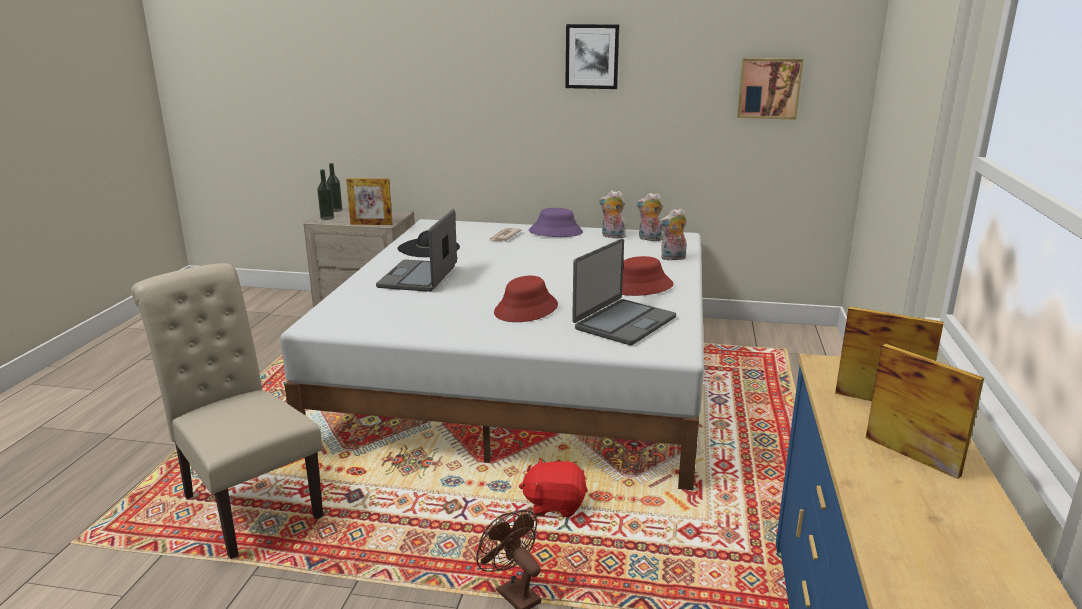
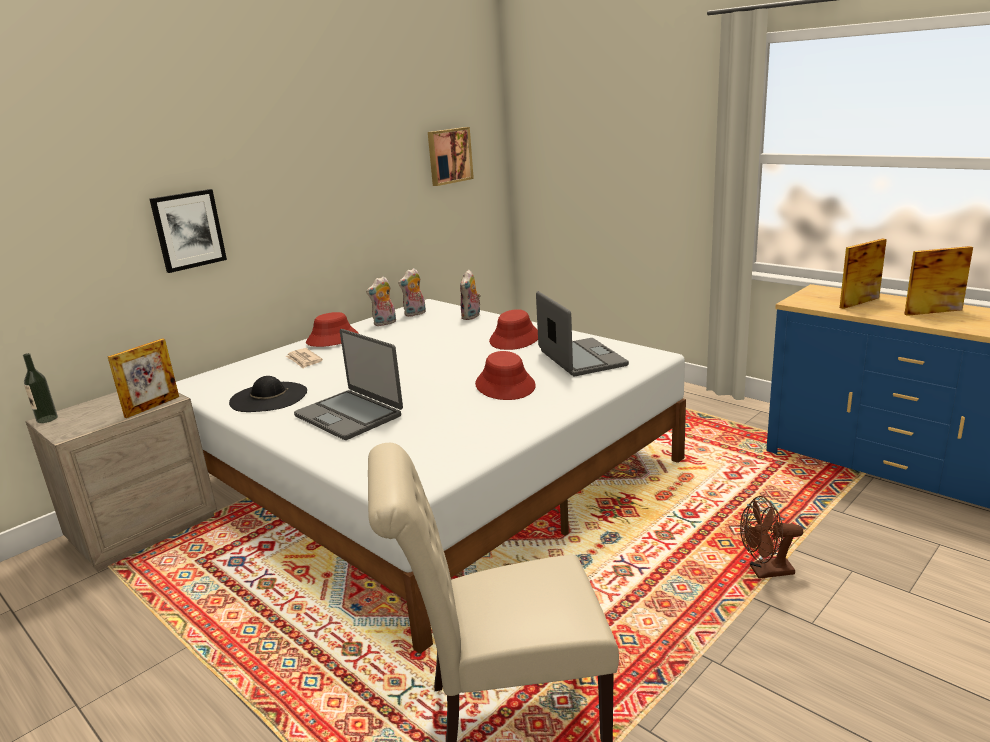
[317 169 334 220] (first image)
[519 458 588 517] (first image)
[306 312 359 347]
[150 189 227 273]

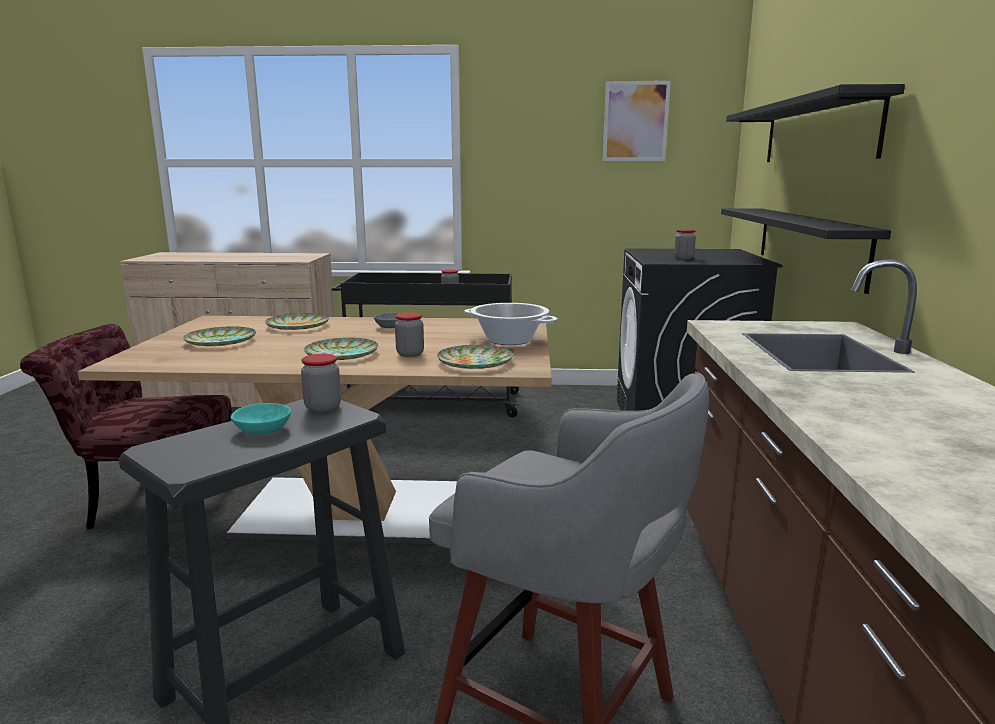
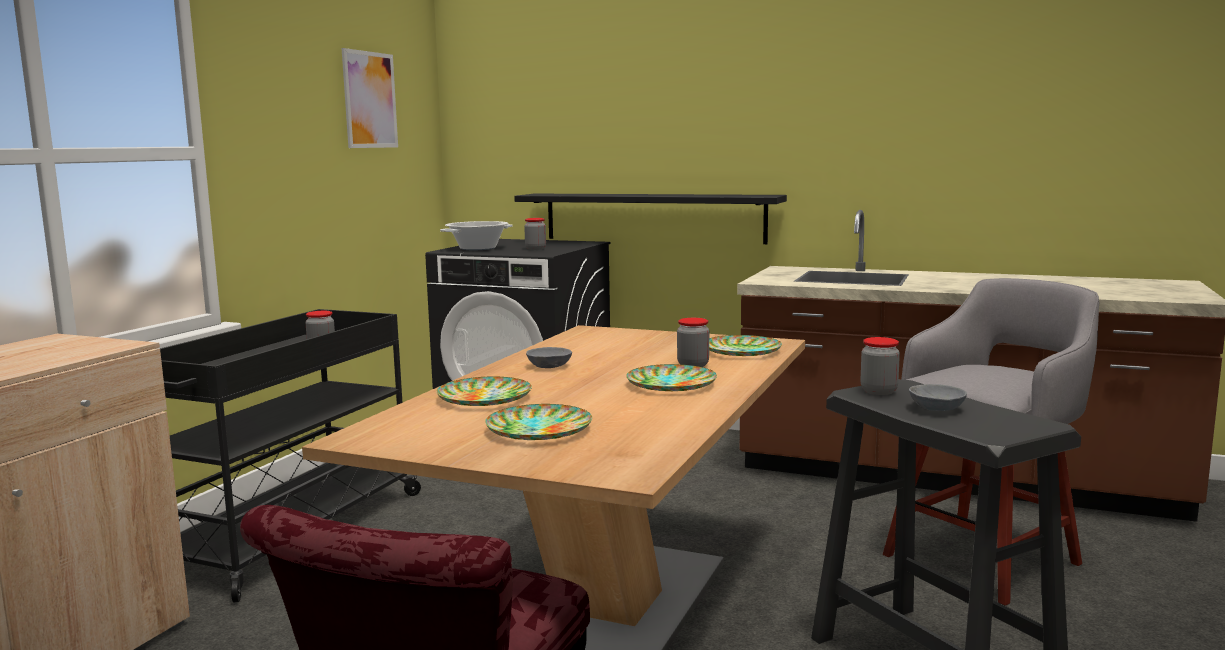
[909 384 967 411]
[440 221 512 250]
[726 84 905 162] (first image)

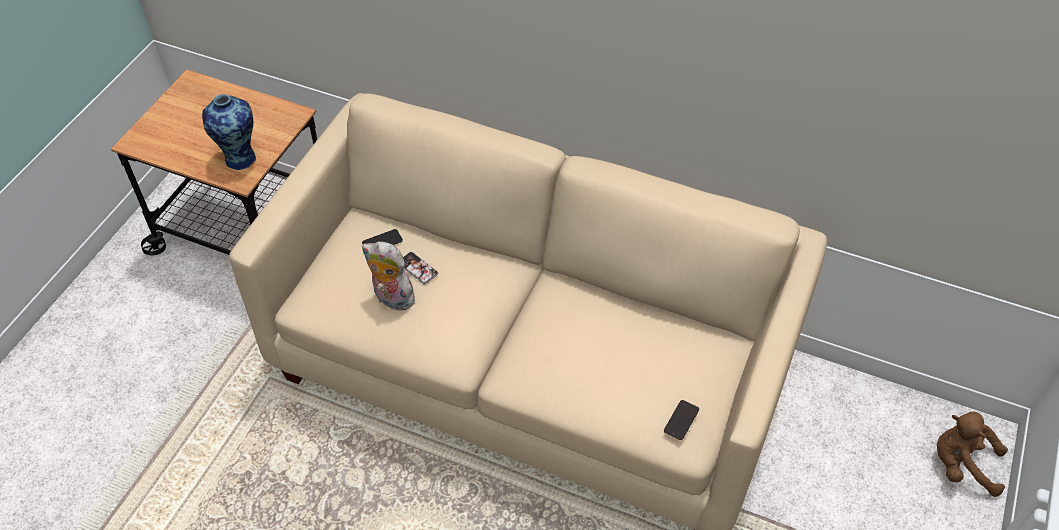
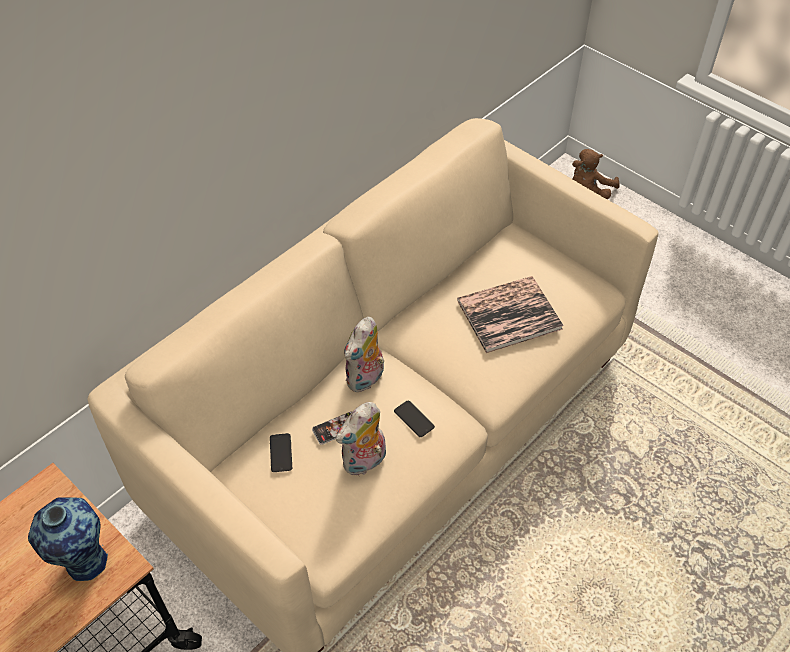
[394 401 435 437]
[344 317 384 392]
[457 276 564 353]

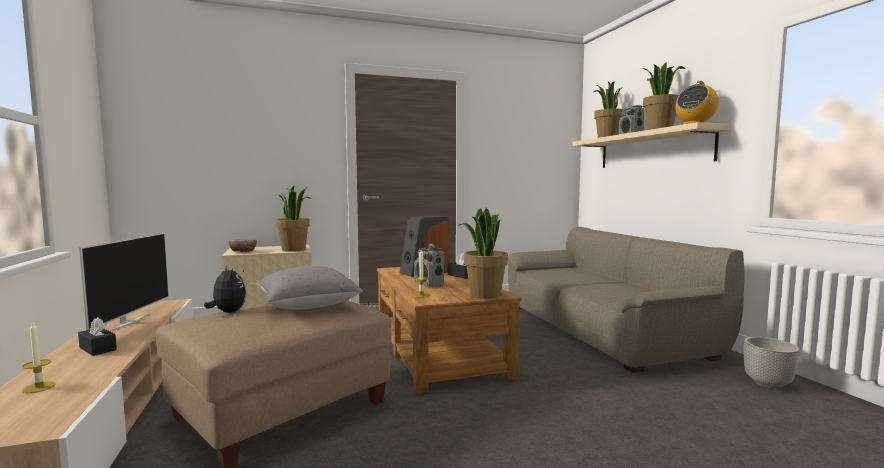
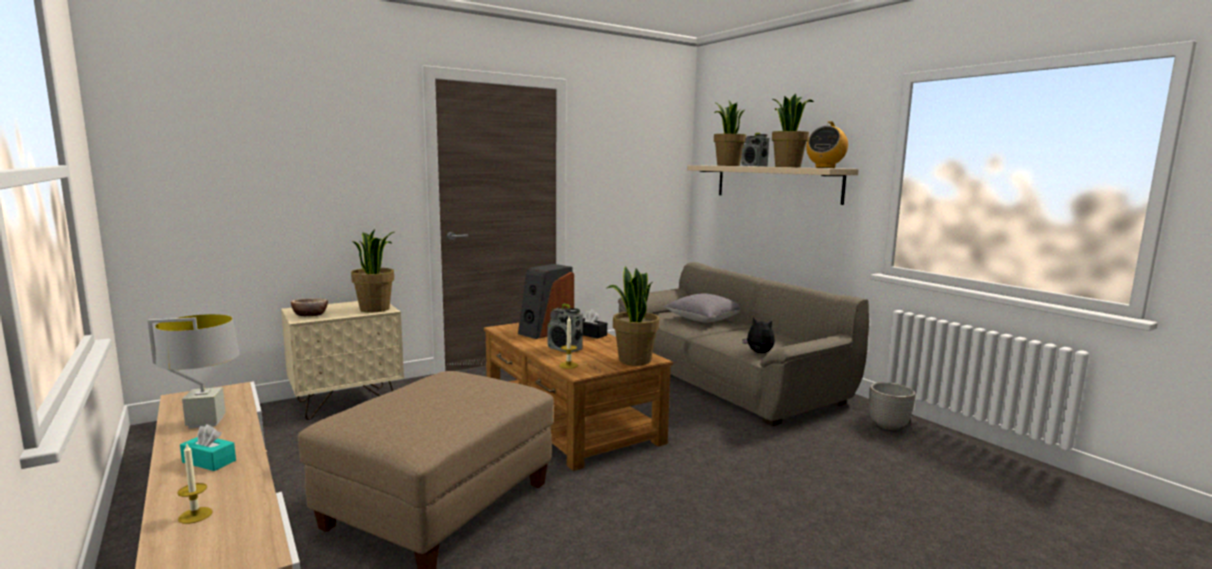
[180 424 236 471]
[147 314 240 429]
[742 317 775 353]
[665 293 740 323]

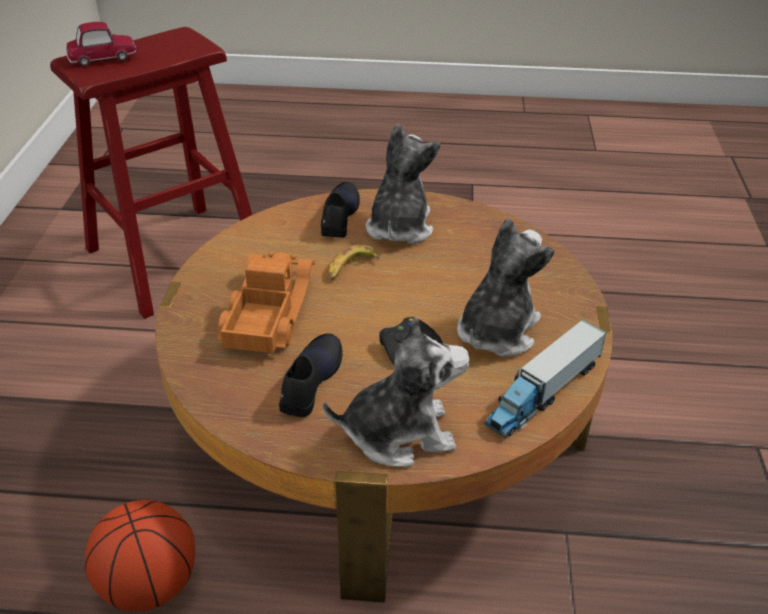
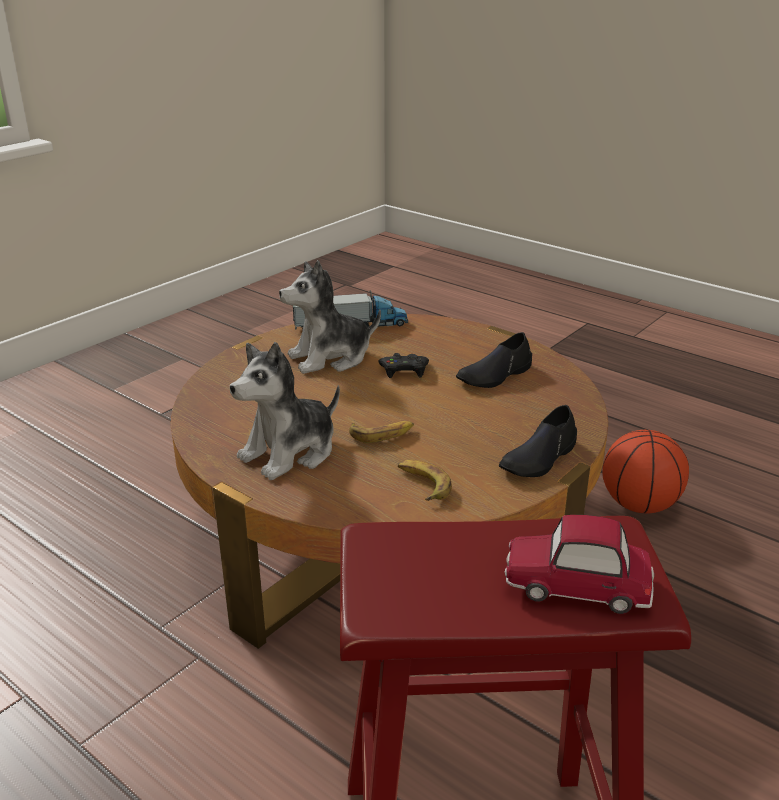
[217 252 315 353] (first image)
[499 405 577 477]
[323 317 470 467] (first image)
[398 460 452 501]

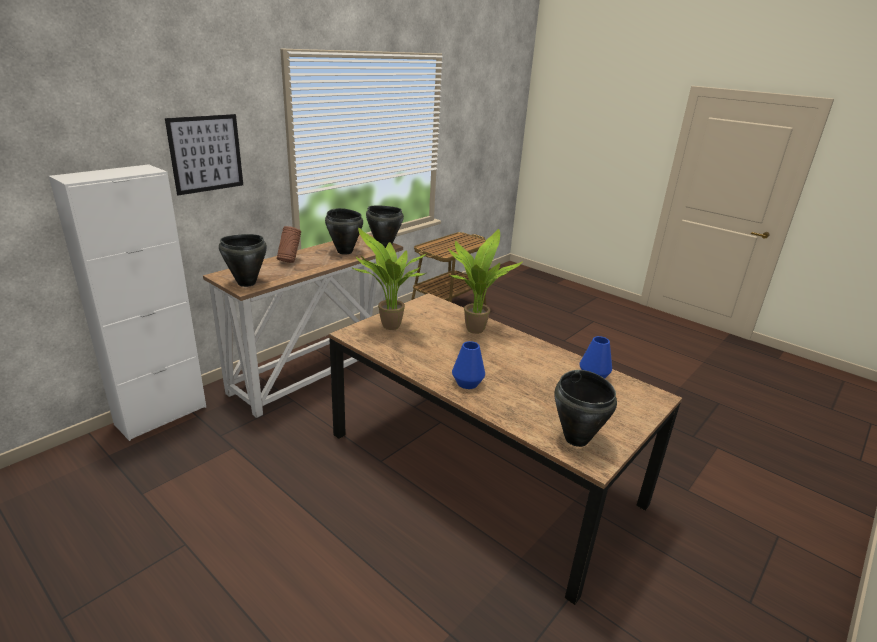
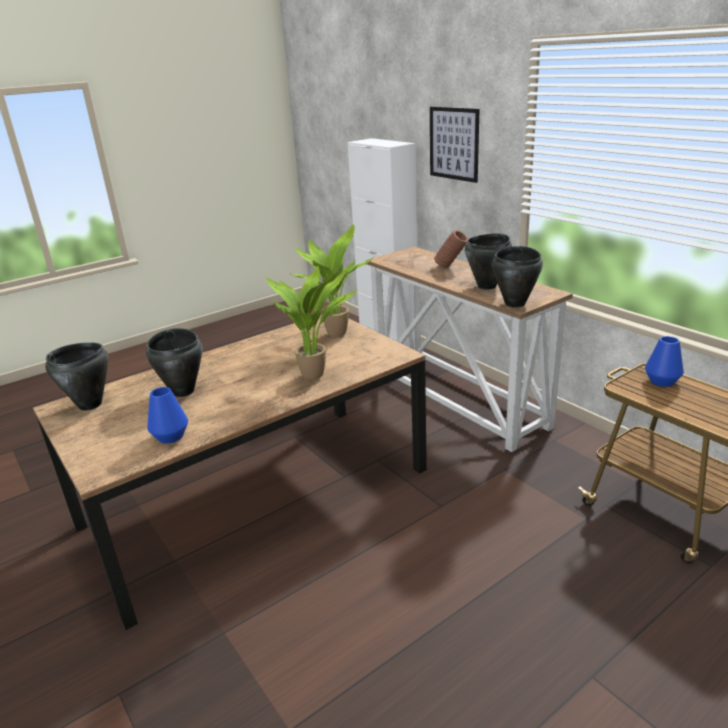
[146 328 203 397]
[645 336 684 387]

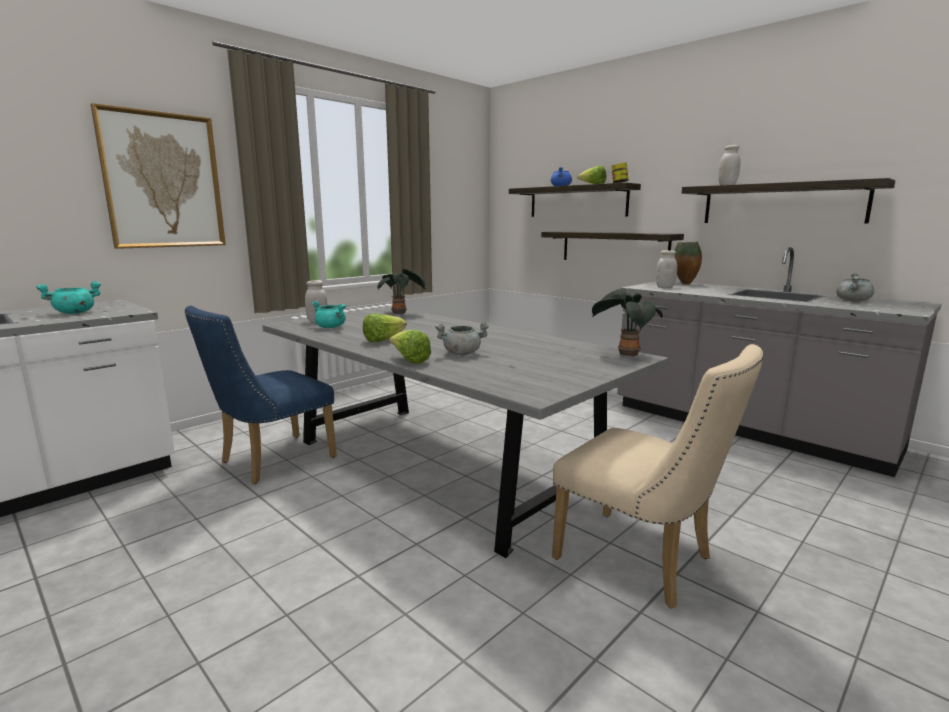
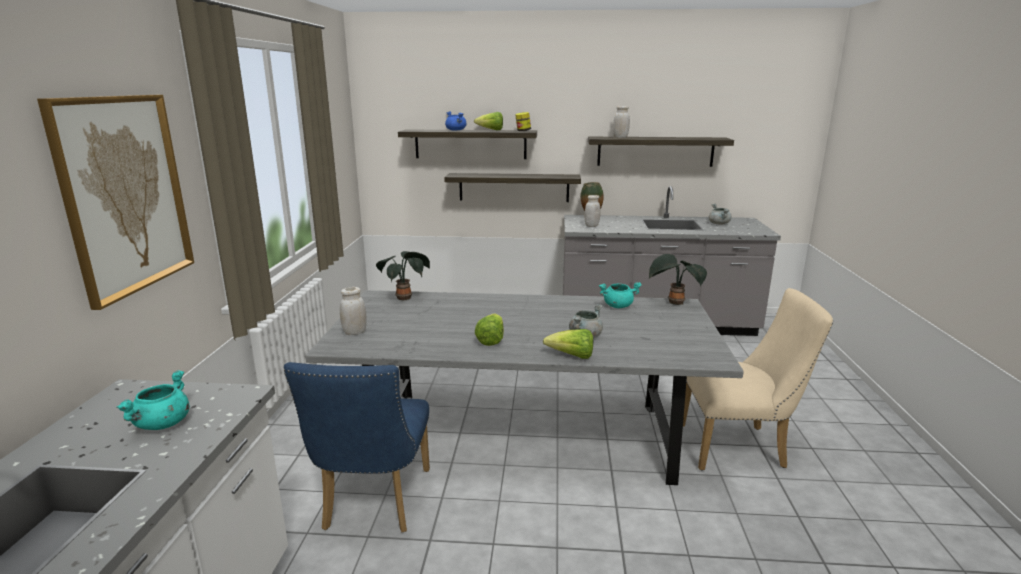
[599 282 642 308]

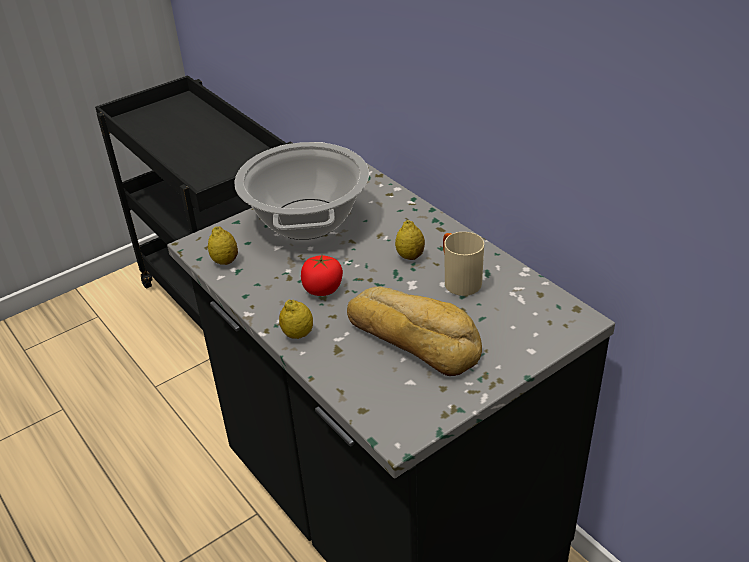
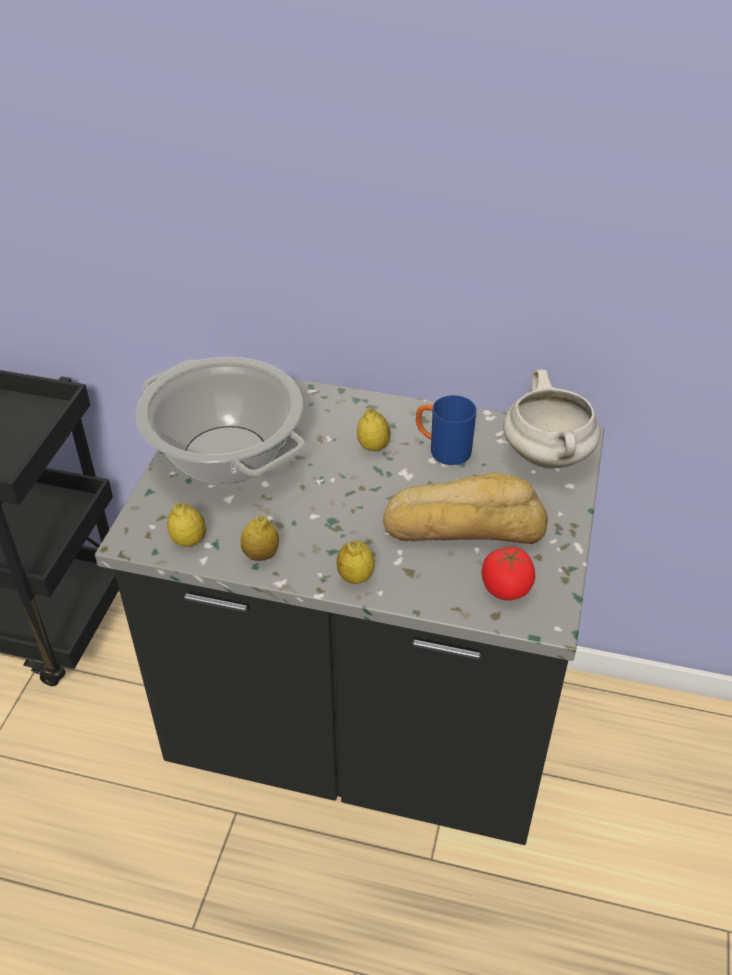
[481 547 535 600]
[416 395 477 465]
[241 516 279 561]
[503 369 601 468]

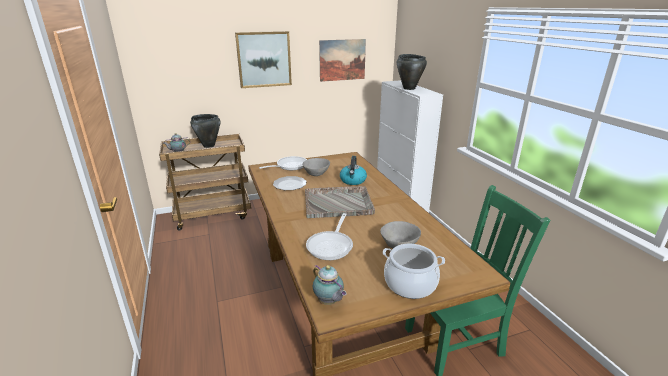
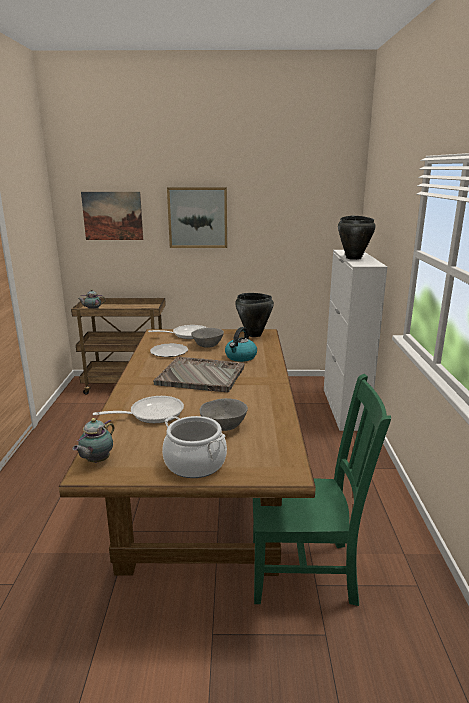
[235 293 274 337]
[93 396 184 423]
[72 418 114 463]
[81 192 143 240]

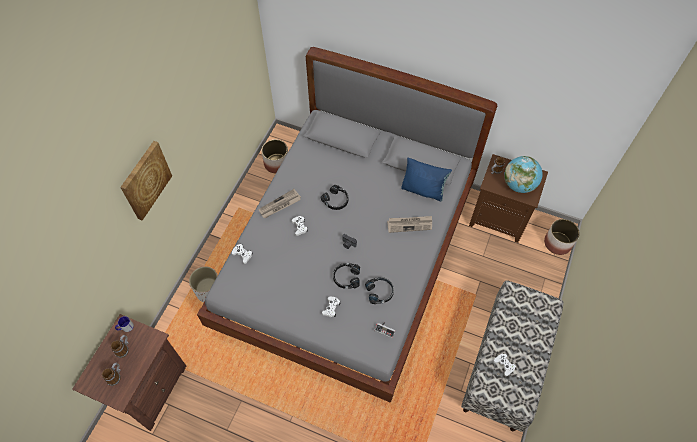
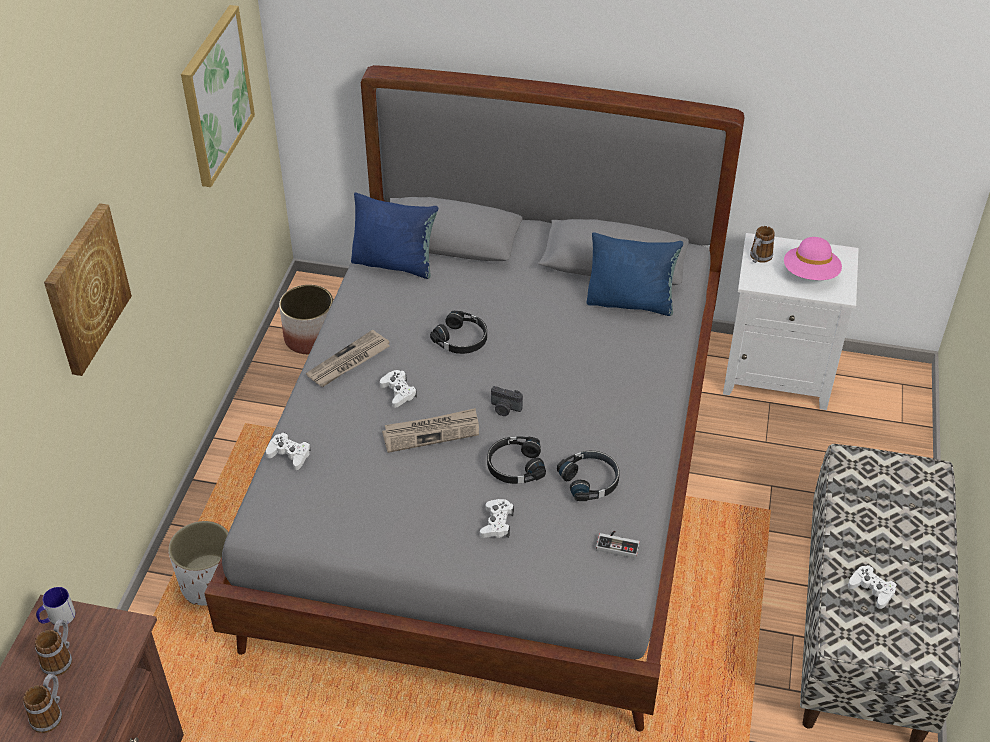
[382 408 479 453]
[723 233 859 410]
[784 237 842 280]
[544 219 580 255] (first image)
[181 5 255 187]
[351 193 438 279]

